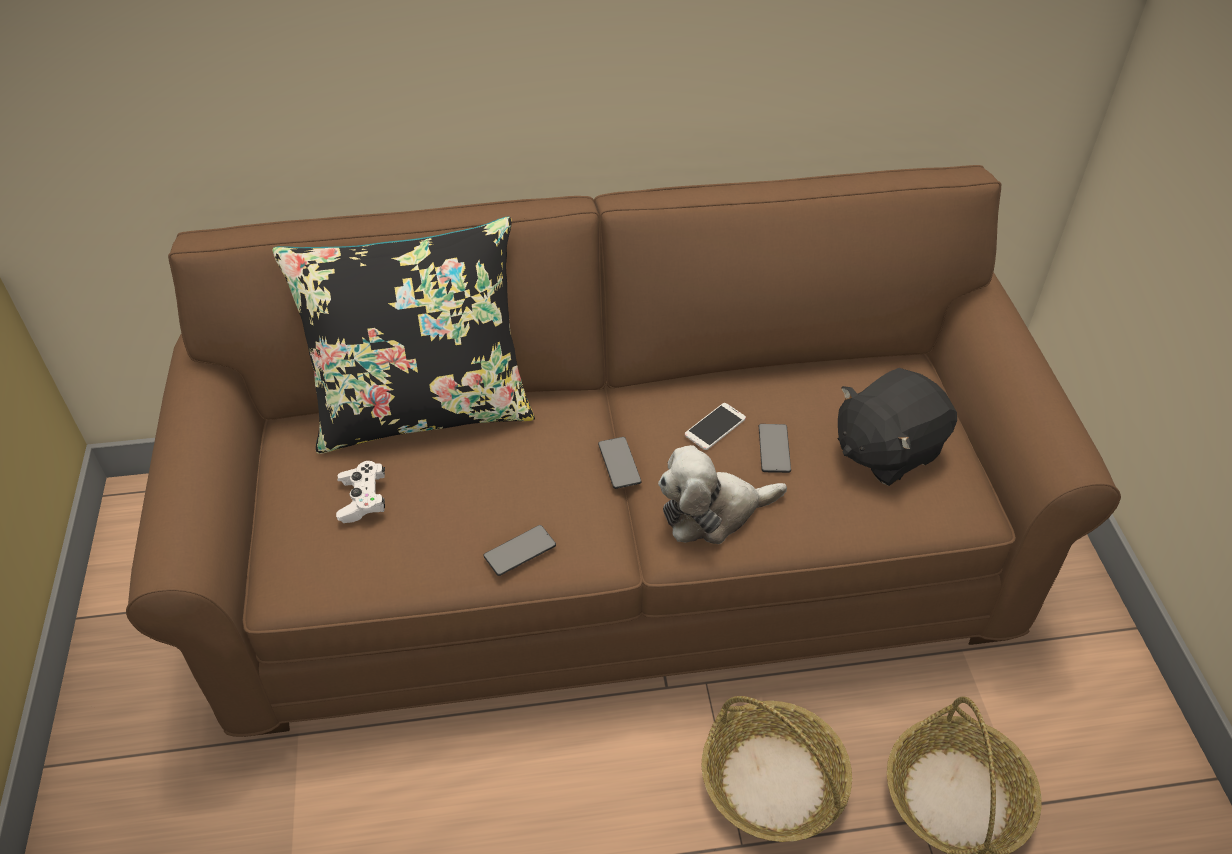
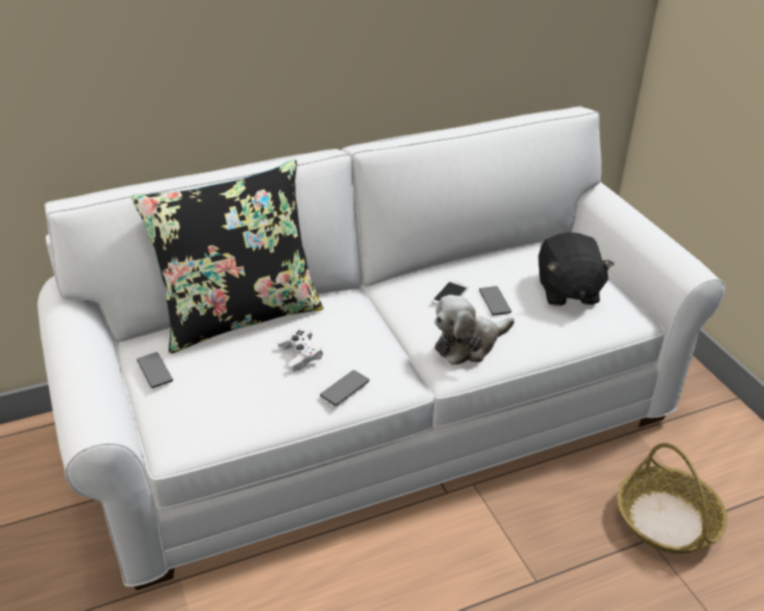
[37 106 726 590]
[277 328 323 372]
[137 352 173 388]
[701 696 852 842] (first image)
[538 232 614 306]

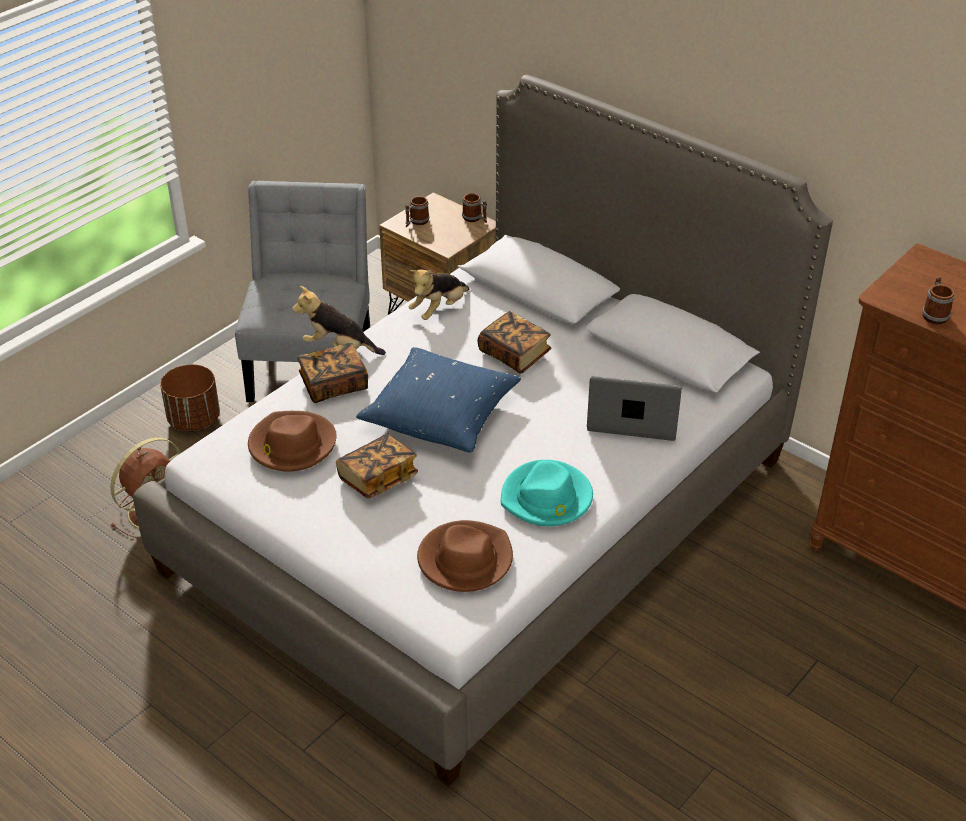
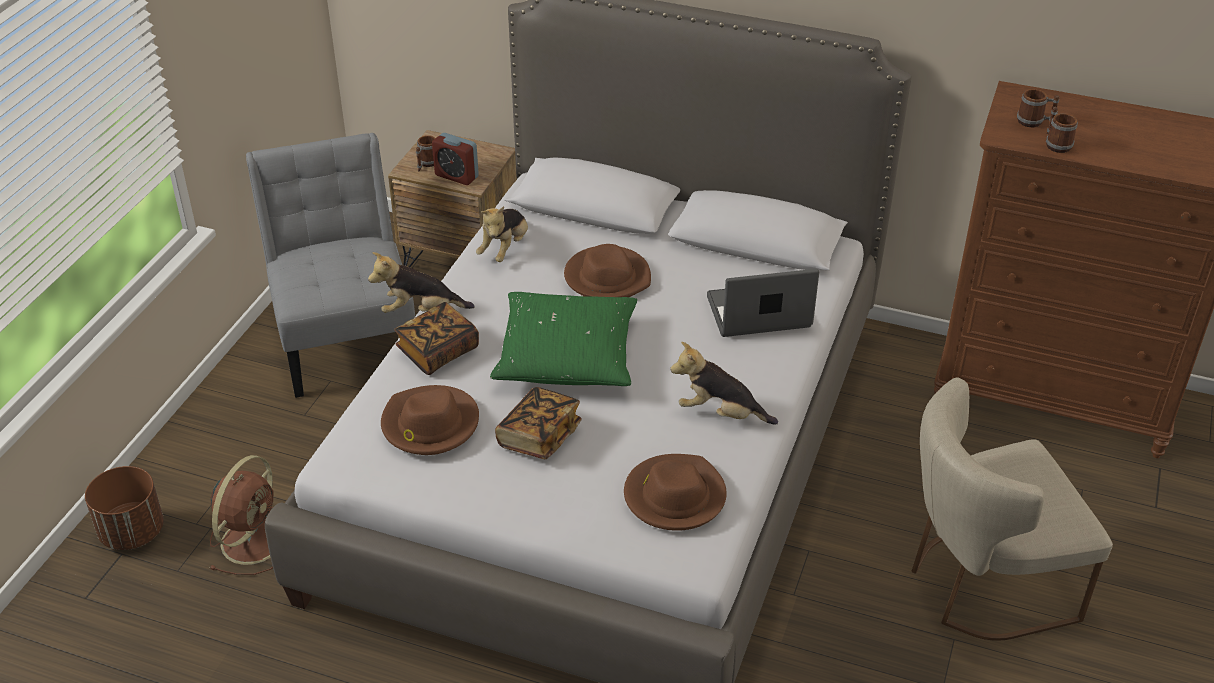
[85 466 164 550]
[490 292 637 386]
[1017 89 1059 127]
[564 244 651 297]
[670 342 778 425]
[432 133 479 185]
[912 377 1113 641]

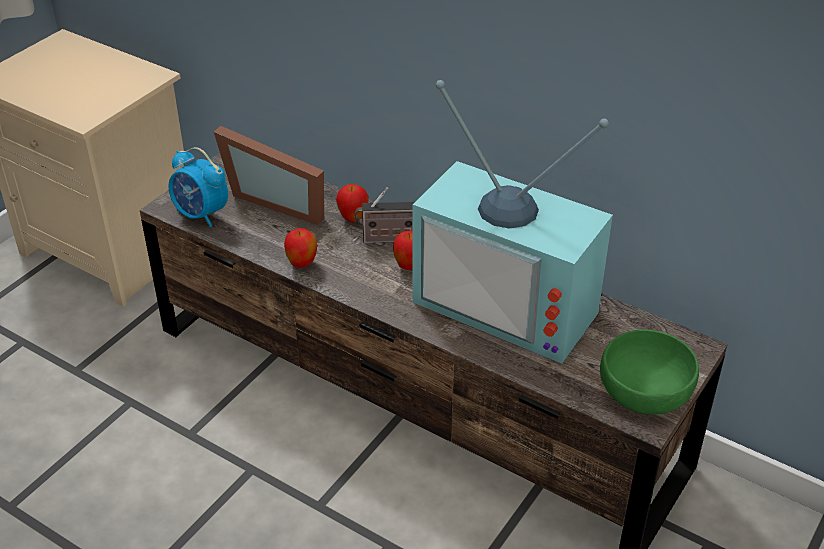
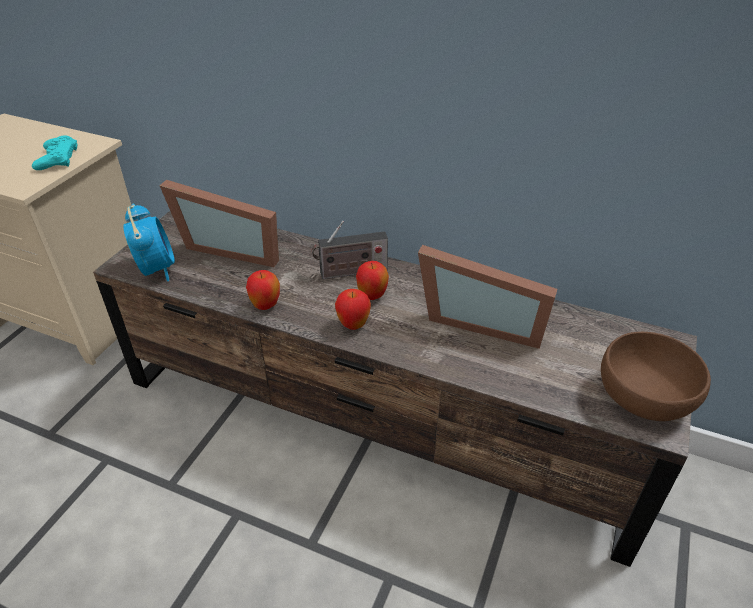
[123 203 175 282]
[335 289 371 330]
[418 245 557 349]
[601 332 711 421]
[32 135 77 170]

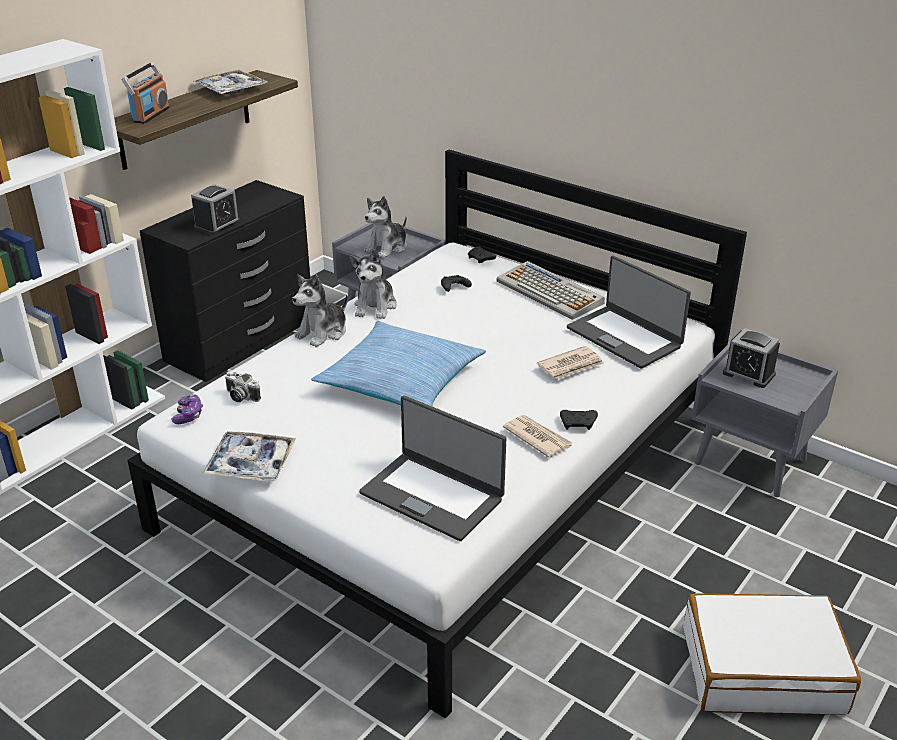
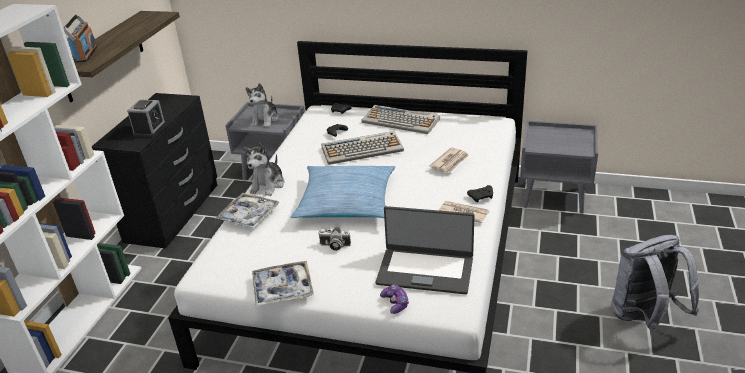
[380 285 409 314]
[215 193 279 228]
[318 227 351 251]
[350 249 397 319] (first image)
[567 256 691 369] (first image)
[612 235 699 331]
[723 328 780 388] (first image)
[321 131 404 165]

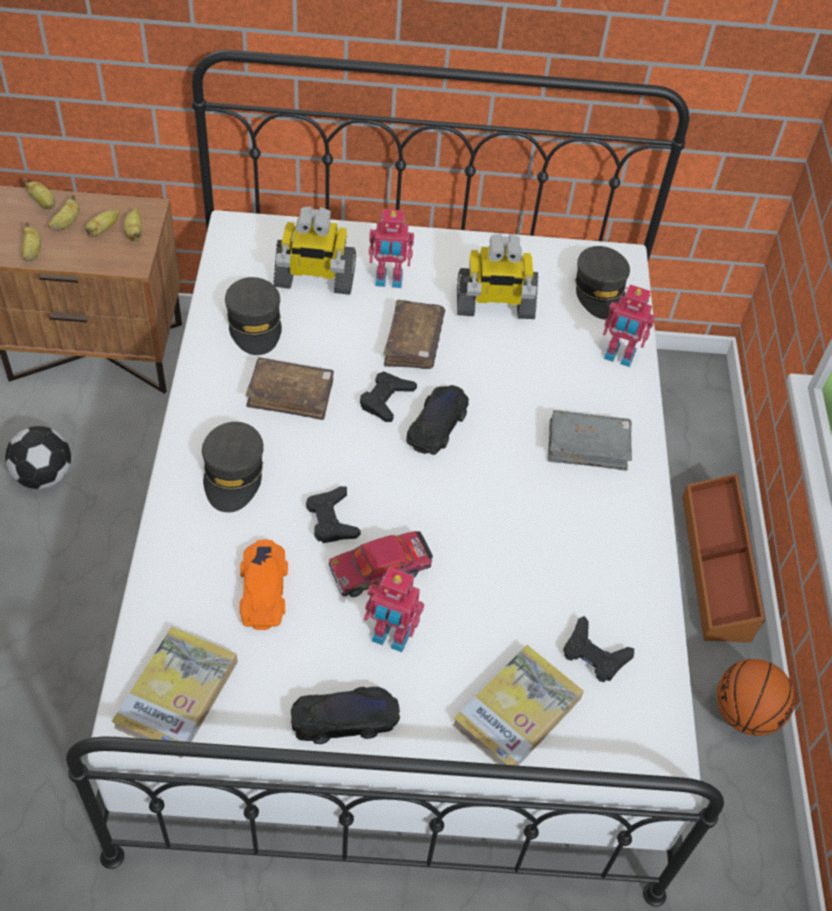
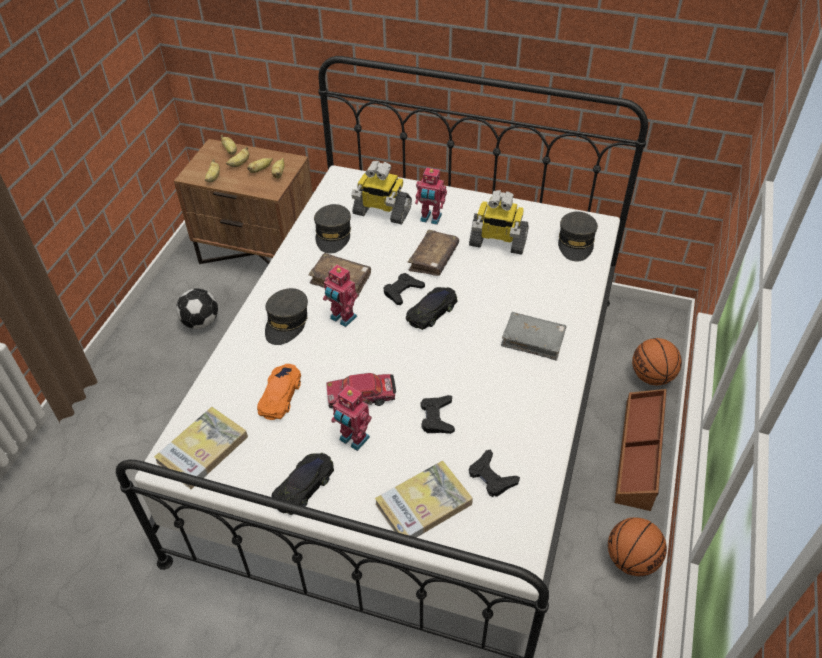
[272 453 334 515]
[420 395 455 434]
[323 265 358 327]
[632 338 682 385]

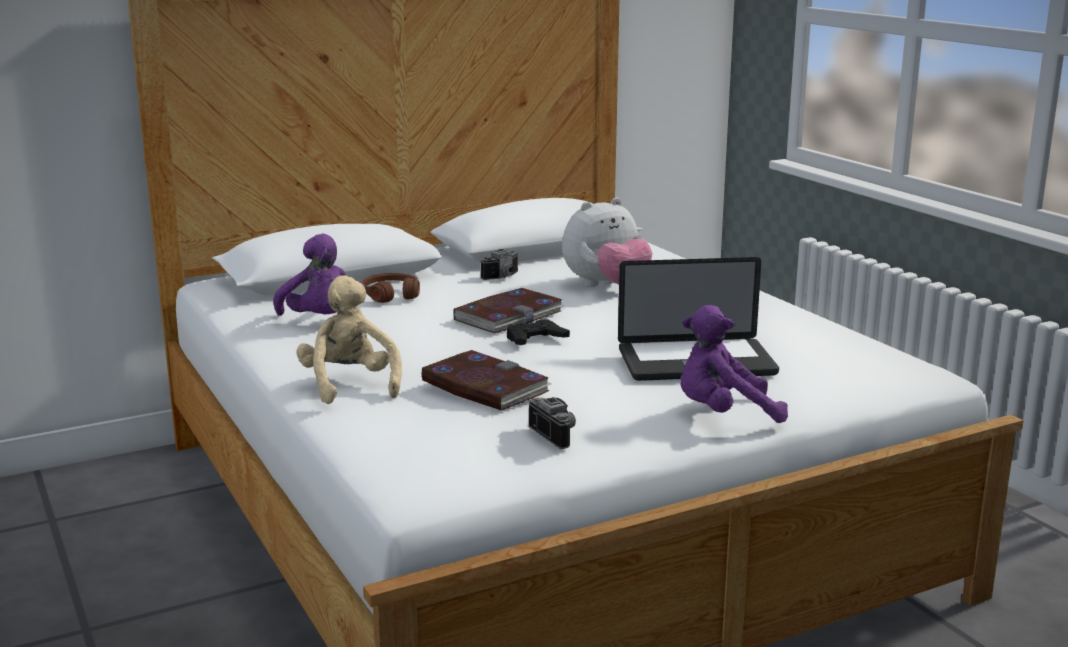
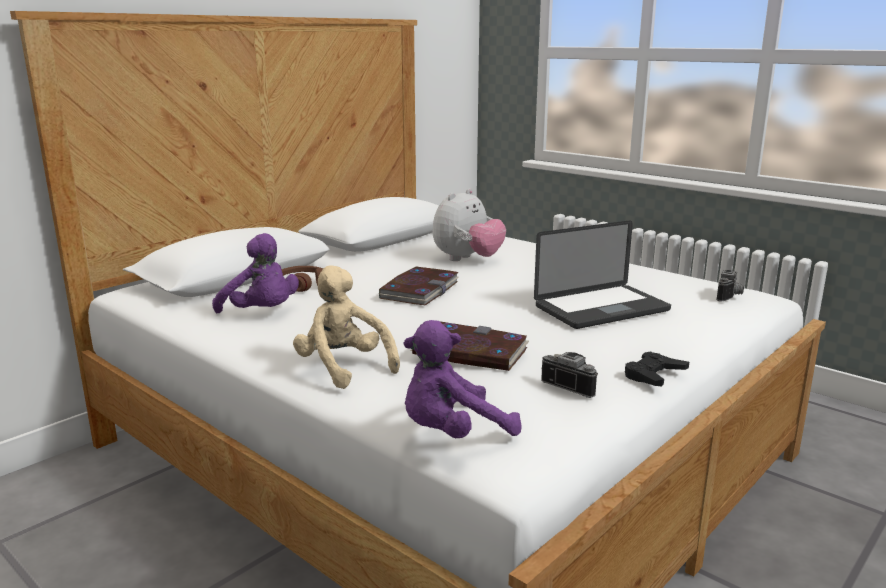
[716 270 744 301]
[625 351 689 386]
[403 320 522 438]

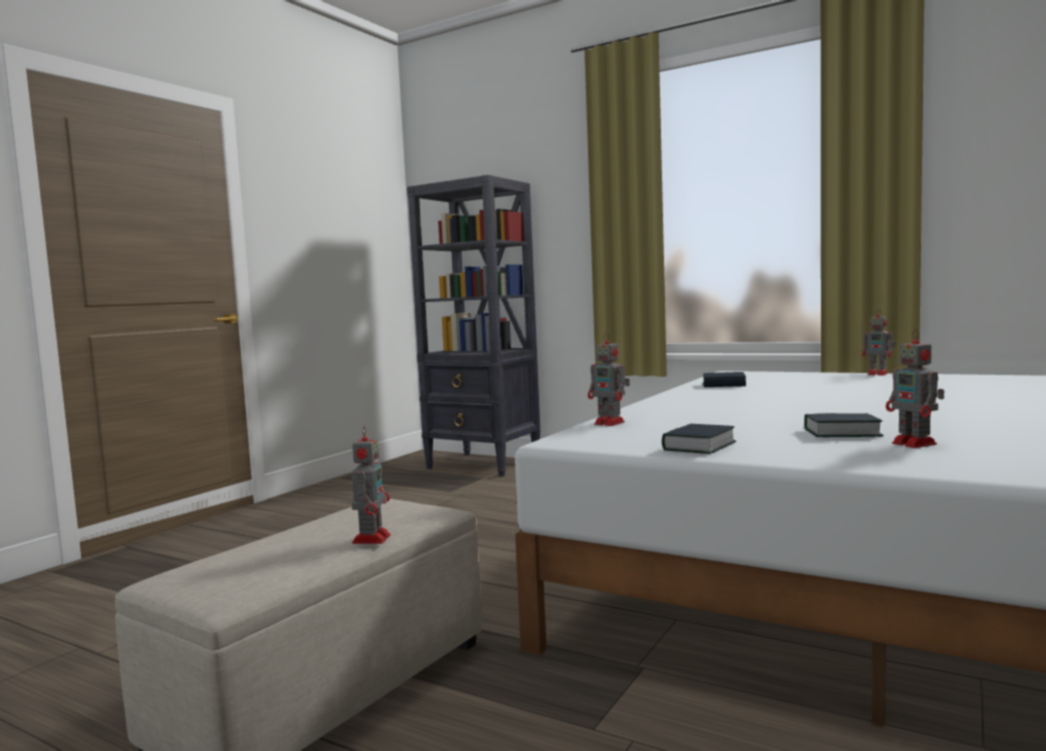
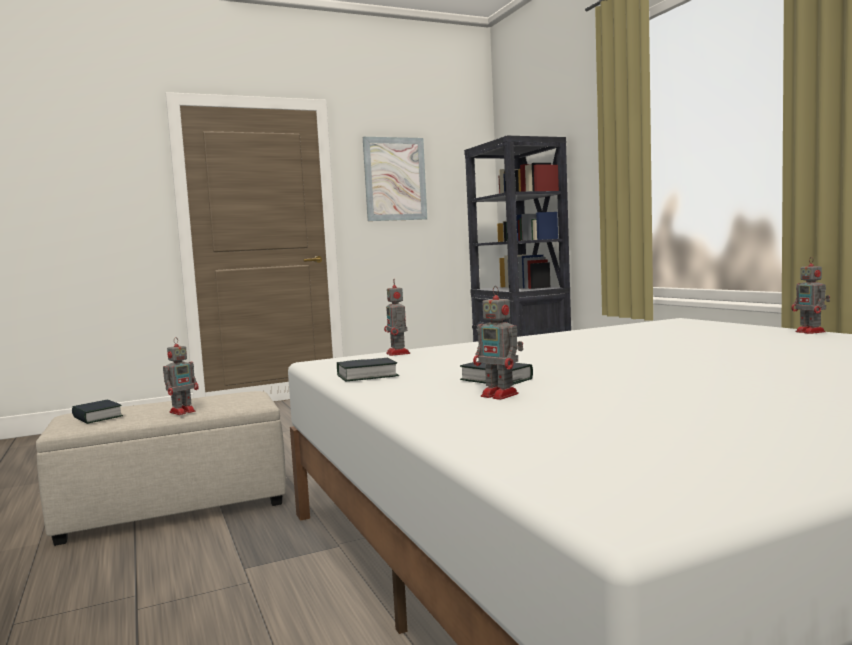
[72 400 123 424]
[473 286 523 400]
[363 137 427 221]

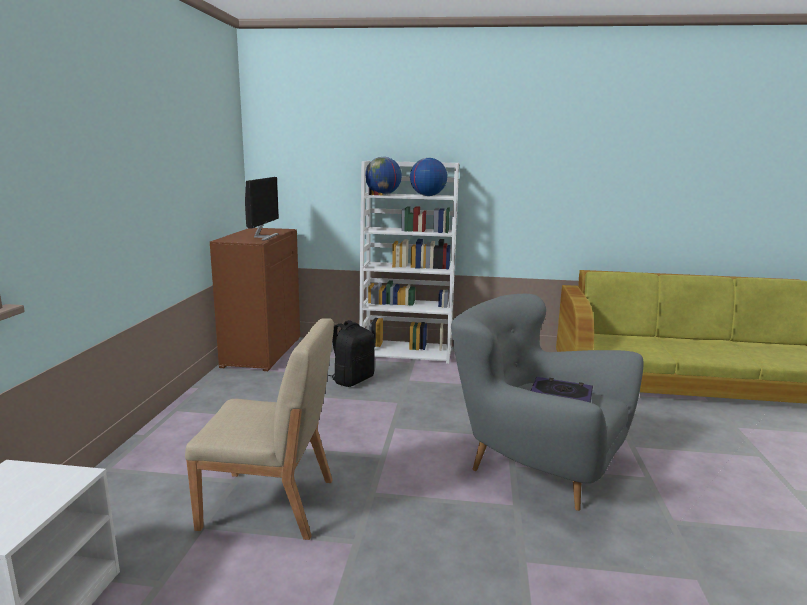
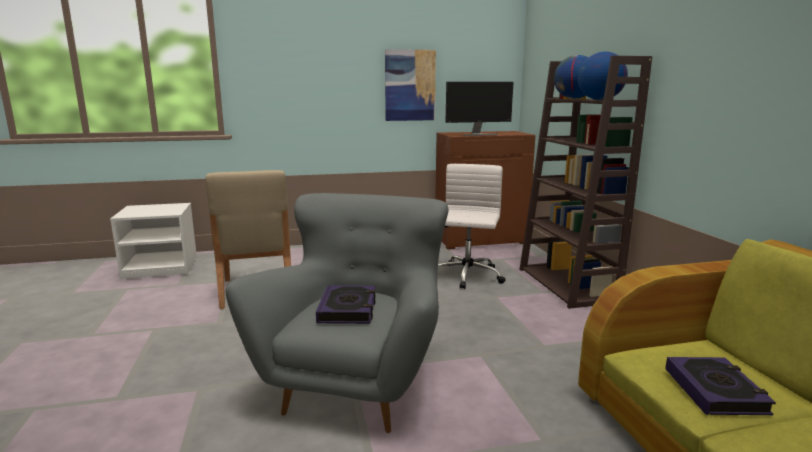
[438 164 506 289]
[519 56 652 309]
[385 49 436 121]
[665 357 776 415]

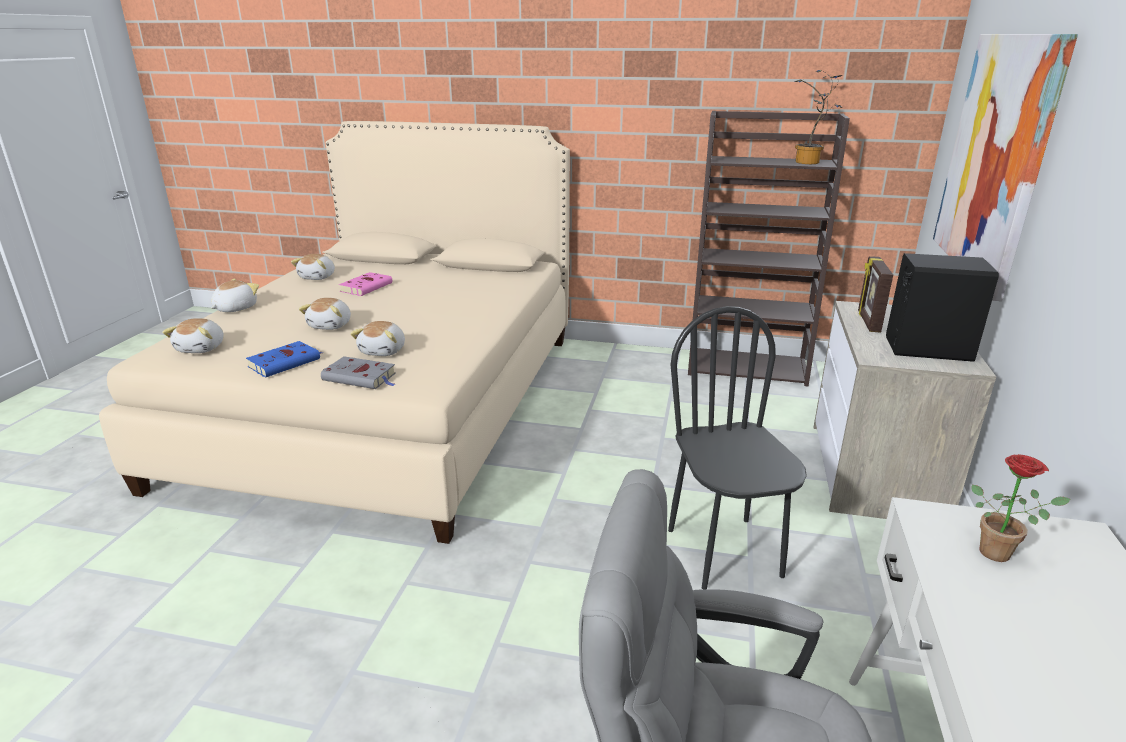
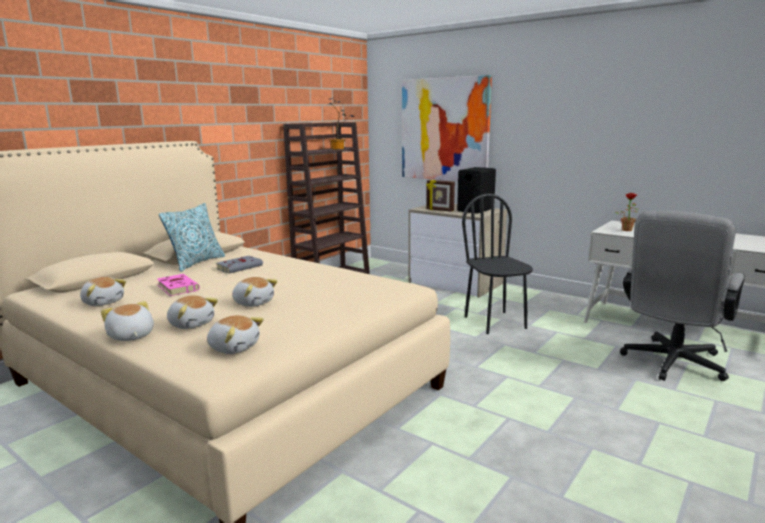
[246 341 323 377] (first image)
[216 256 263 274]
[167 295 218 329]
[462 194 533 334]
[159 203 225 272]

